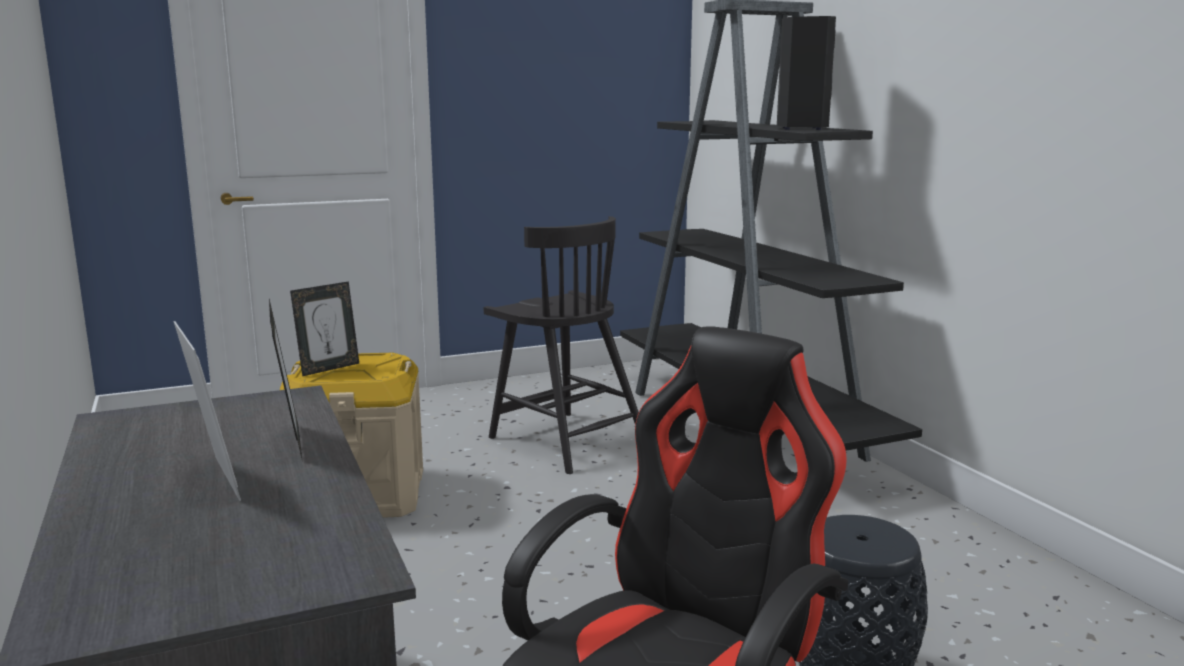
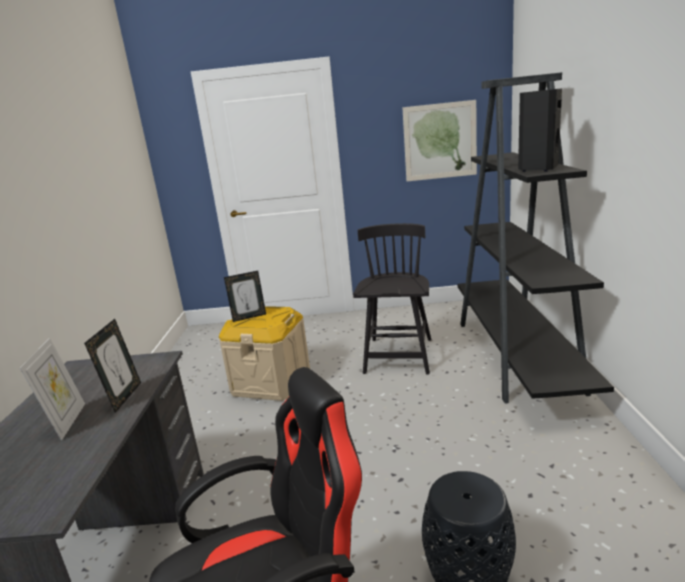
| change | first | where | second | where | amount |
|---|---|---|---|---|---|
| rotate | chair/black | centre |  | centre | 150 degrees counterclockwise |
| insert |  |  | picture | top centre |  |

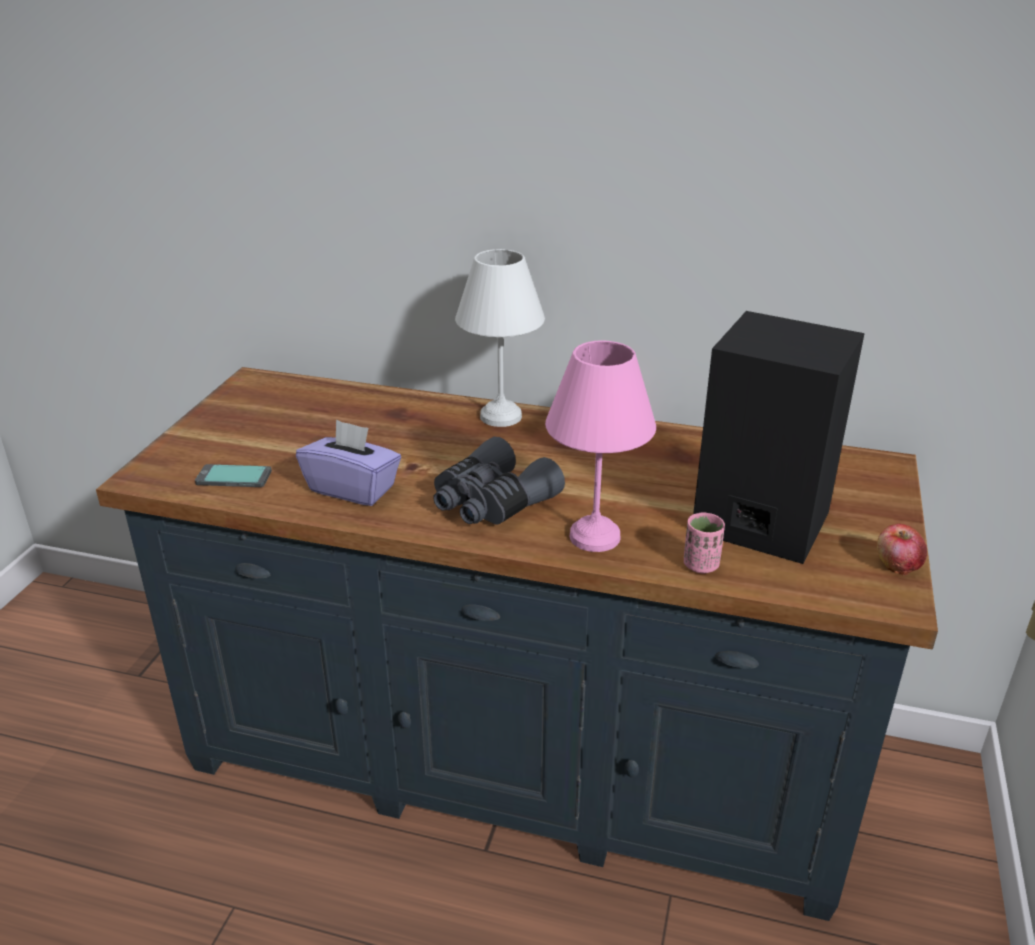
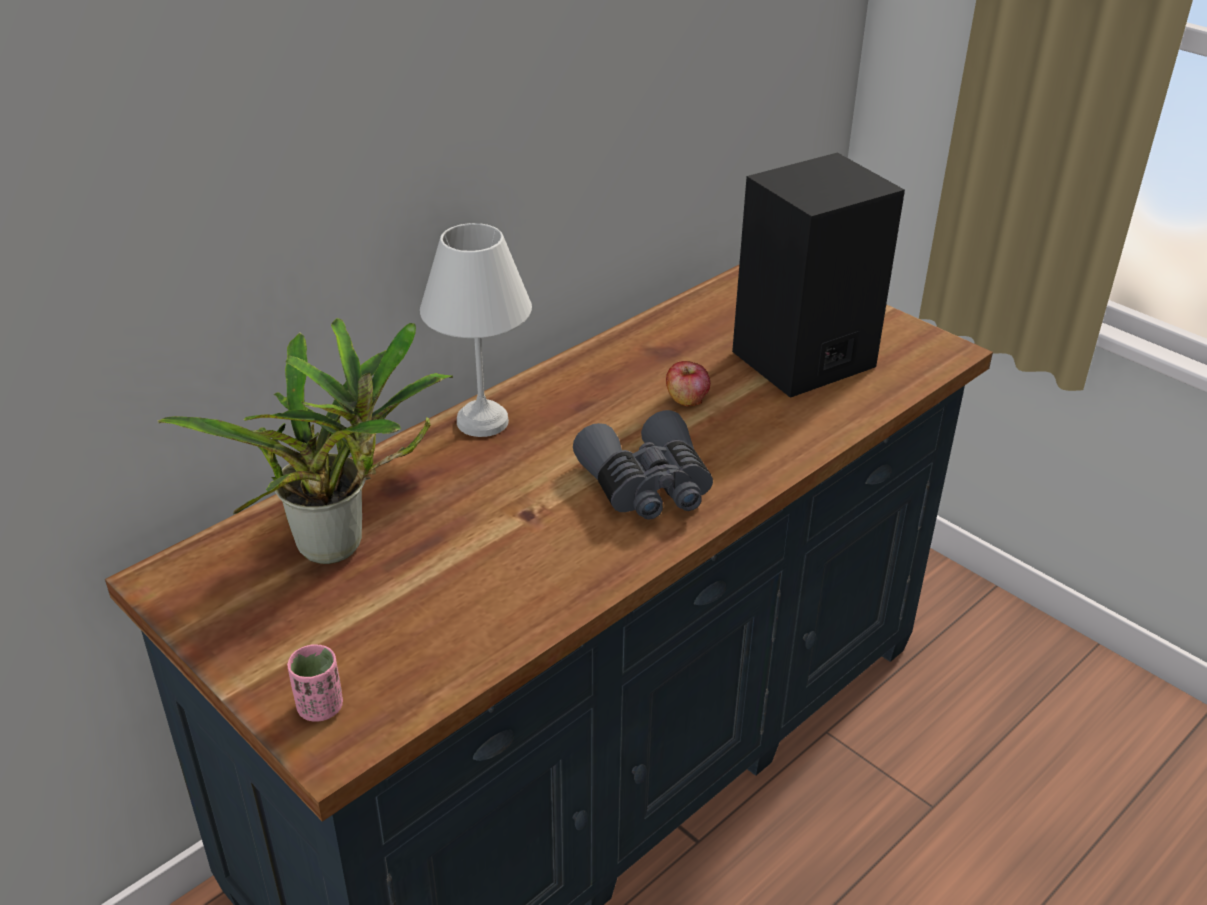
| change | first | where | second | where | amount |
|---|---|---|---|---|---|
| delete | table lamp/pink | centre |  |  |  |
| delete | tissue box/purple | centre |  |  |  |
| delete | phone | middle left |  |  |  |
| move | cup/pink | middle right |  | bottom left |  |
| move | apple | middle right |  | centre |  |
| insert |  |  | potted plant | middle left |  |

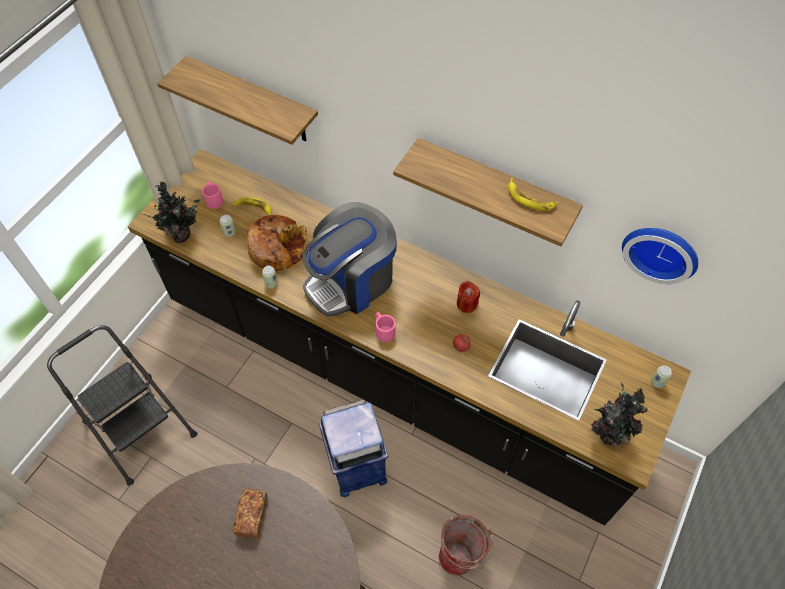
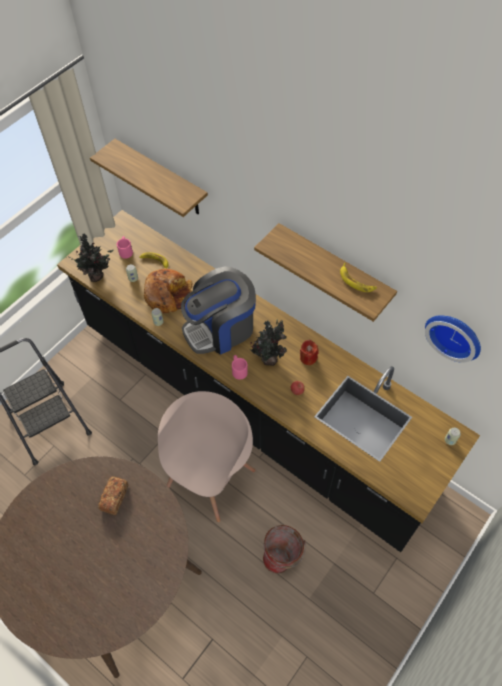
| change | first | where | second | where | amount |
|---|---|---|---|---|---|
| move | potted plant (2nd from left) | bottom right |  | centre |  |
| replace | trash can/blue | bottom centre | chair/beige | centre |  |

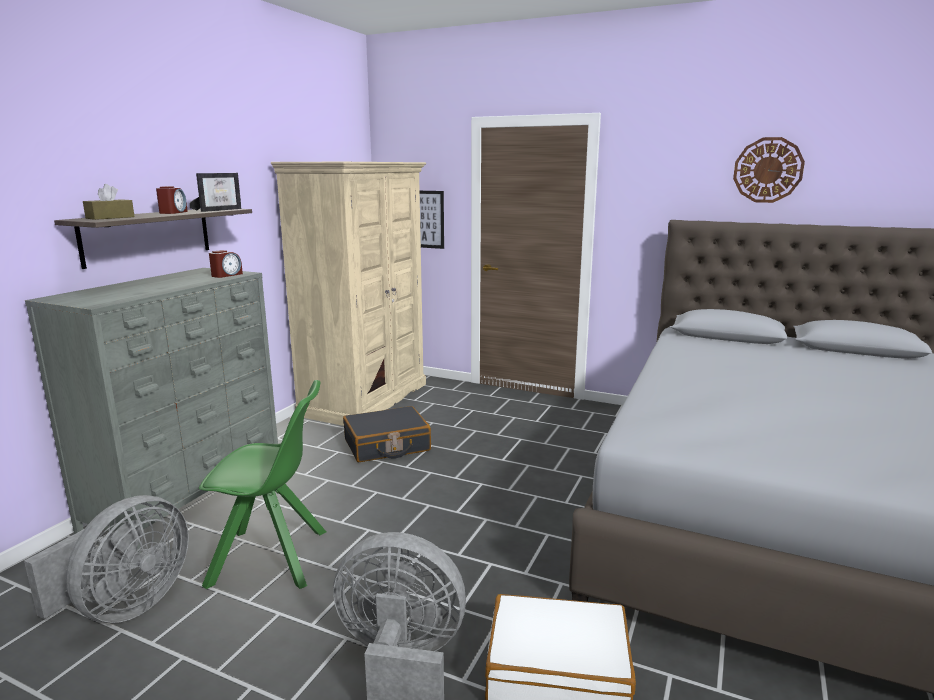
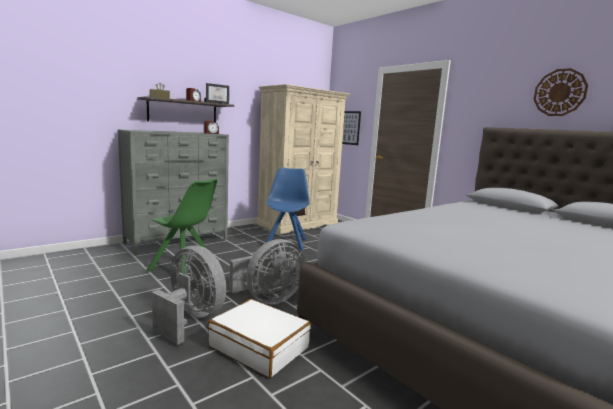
| change | first | where | second | where | amount |
|---|---|---|---|---|---|
| replace | suitcase/black | centre | chair/blue | centre |  |
| move | fan/grey (1st from left in the first image) | bottom left | fan/grey (2nd from left) | centre |  |

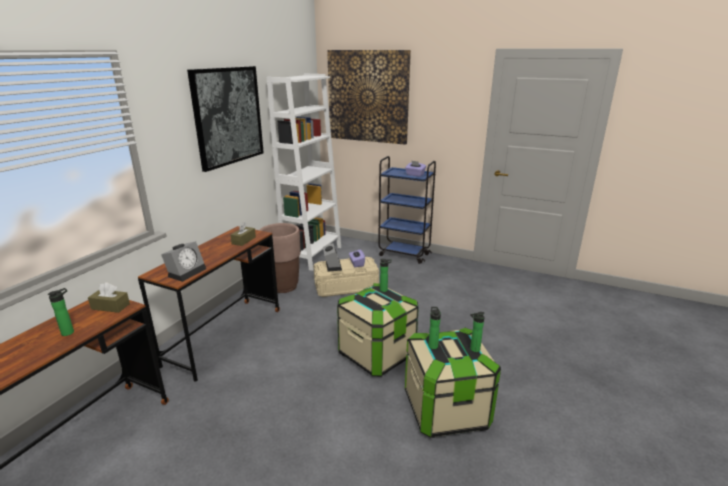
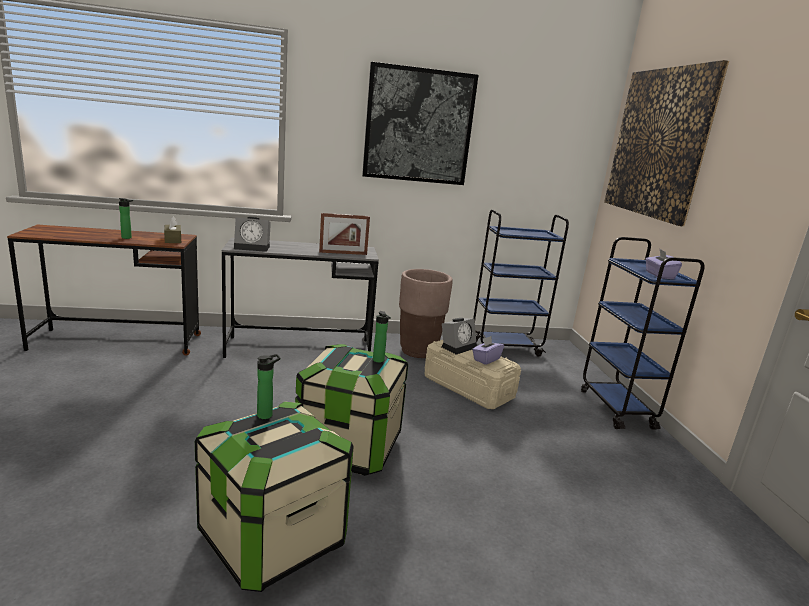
| change | first | where | second | where | amount |
|---|---|---|---|---|---|
| replace | bookcase/white | centre | cart/blue (1st from left) | centre |  |
| replace | tissue box/brown (2nd from left) | centre | picture frame | centre |  |
| recolor | desk/brown (2nd from left) | middle left | desk/grey | centre |  |
| delete | bottle (4th from left) | bottom centre |  |  |  |

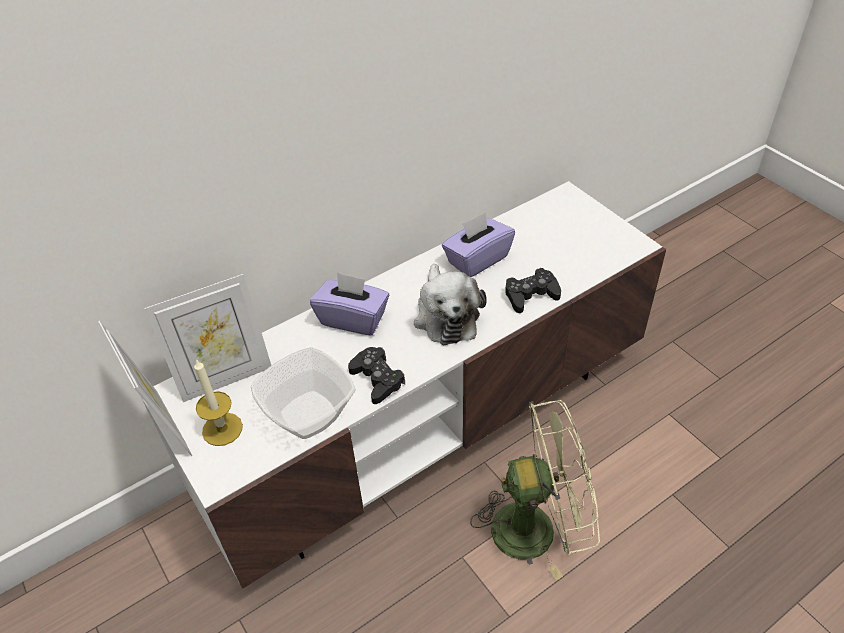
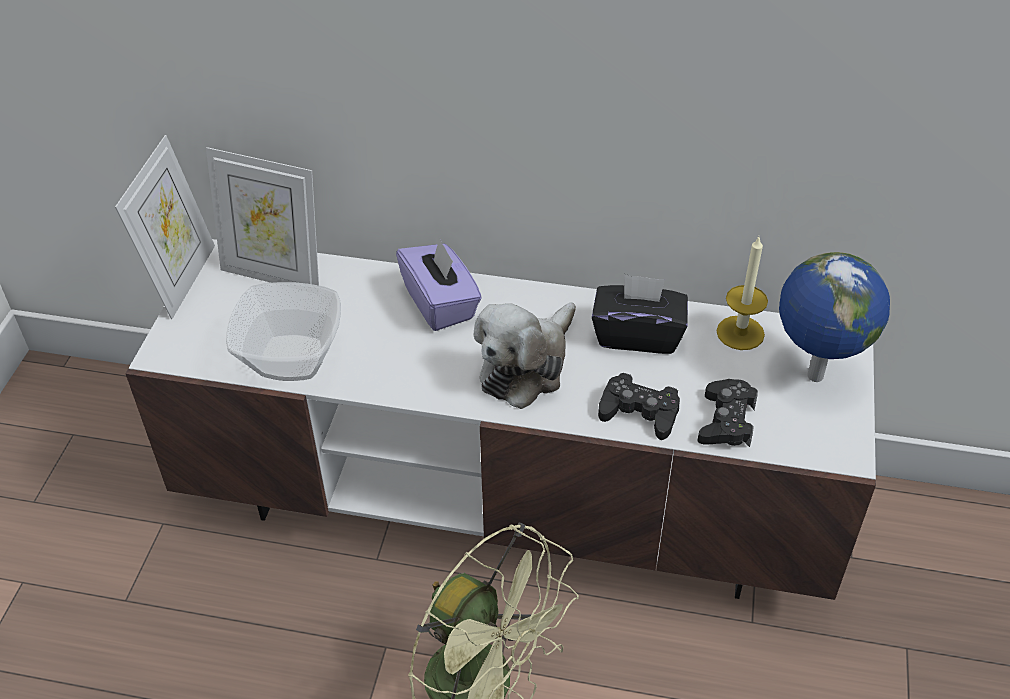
| change | first | where | second | where | amount |
|---|---|---|---|---|---|
| recolor | tissue box/purple (2nd from left) | centre | tissue box/black | centre |  |
| move | game controller/black (1st from left in the first image) | centre | game controller/black (2nd from left) | middle right |  |
| move | candle | middle left |  | middle right |  |
| insert |  |  | globe | middle right |  |

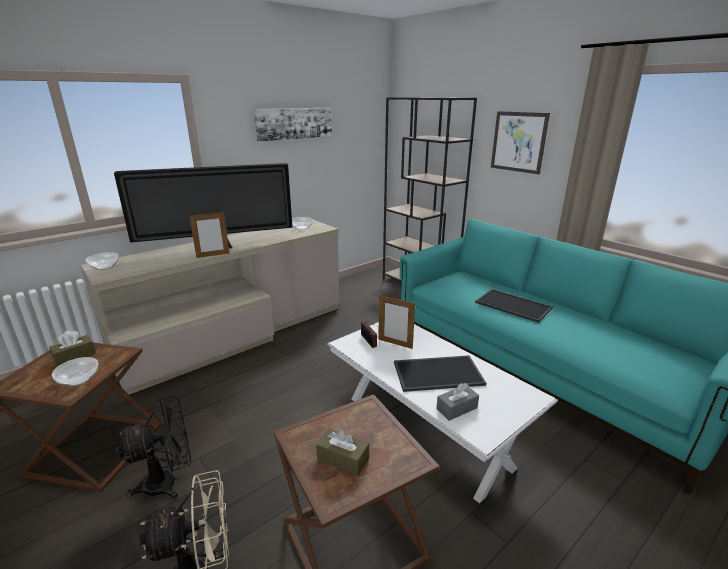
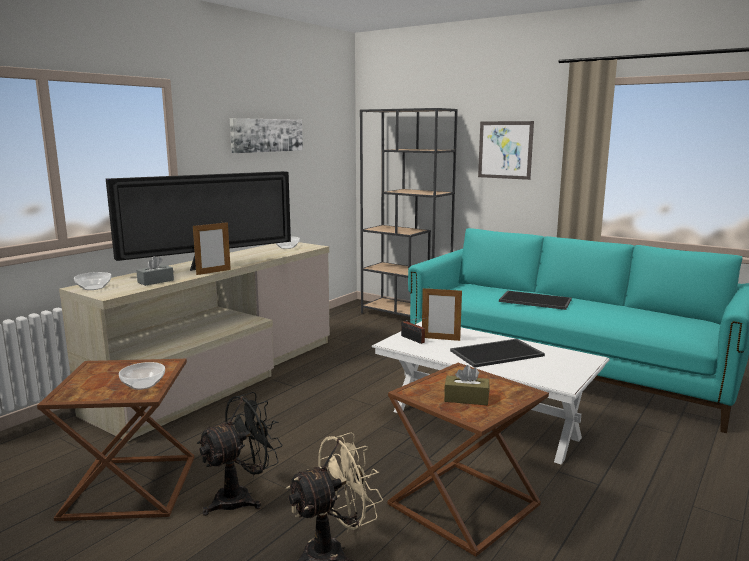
| change | first | where | second | where | amount |
|---|---|---|---|---|---|
| delete | tissue box/brown (1st from left) | middle left |  |  |  |
| move | tissue box/grey | bottom centre |  | middle left |  |

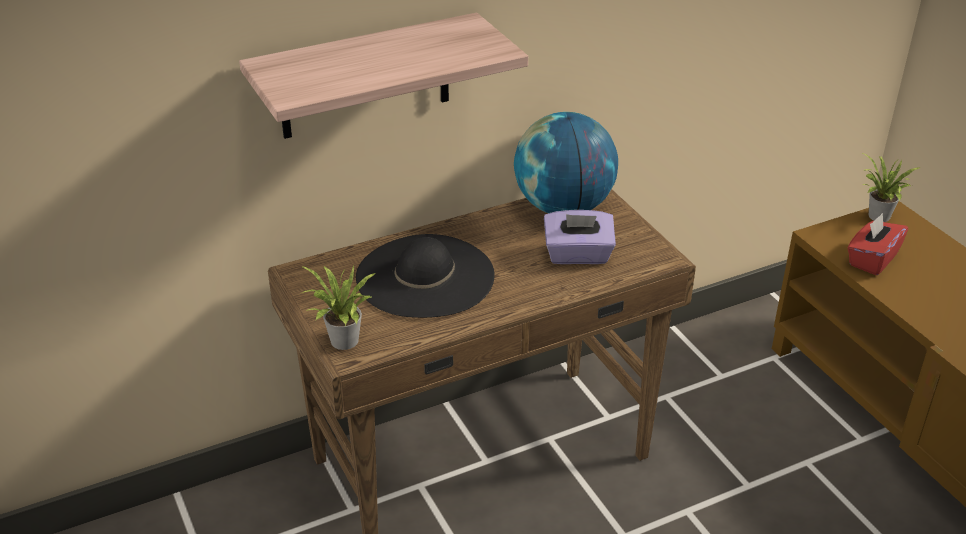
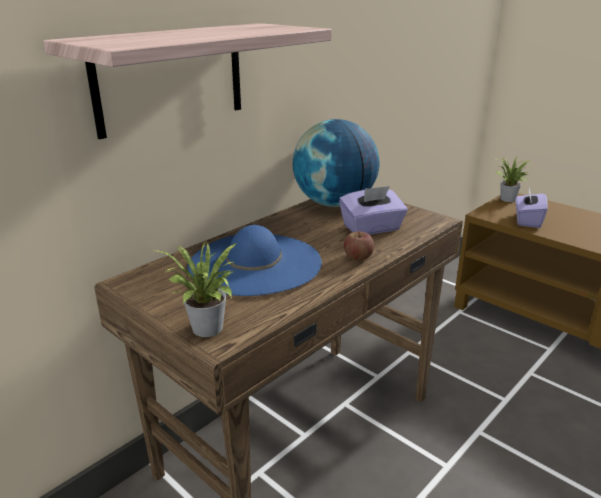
| change | first | where | second | where | amount |
|---|---|---|---|---|---|
| recolor | tissue box/red | middle right | tissue box/purple (2nd from left) | middle right |  |
| recolor | hat/black | centre | hat/blue | centre |  |
| insert |  |  | apple | centre |  |

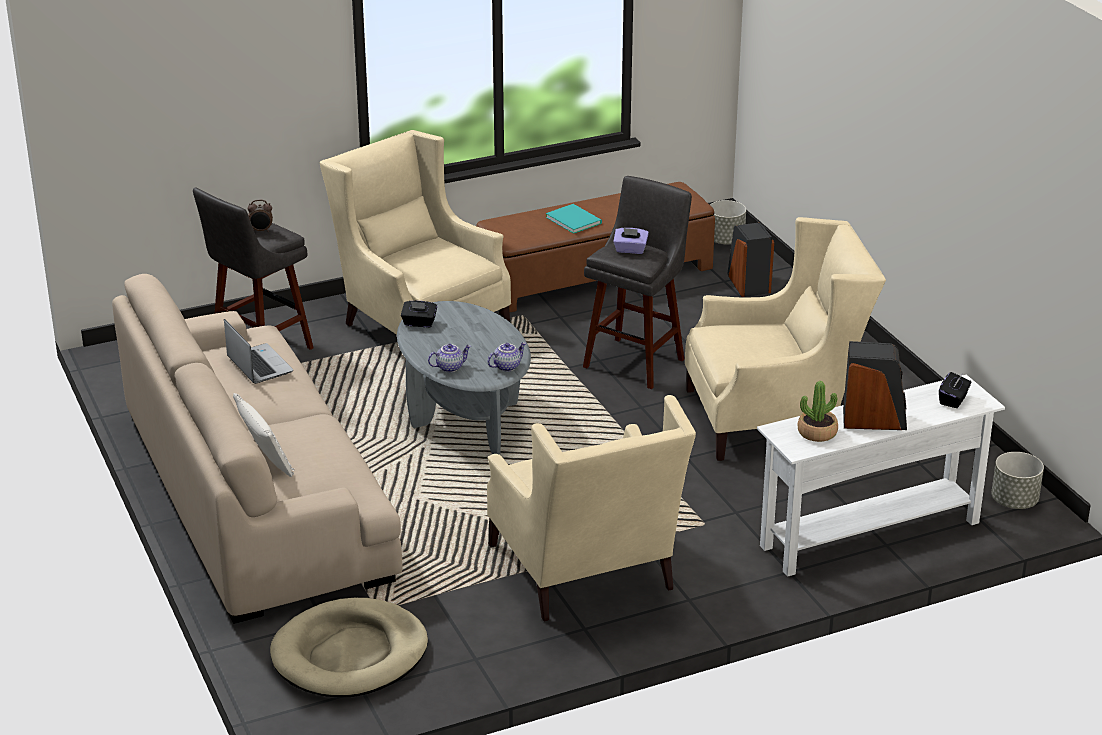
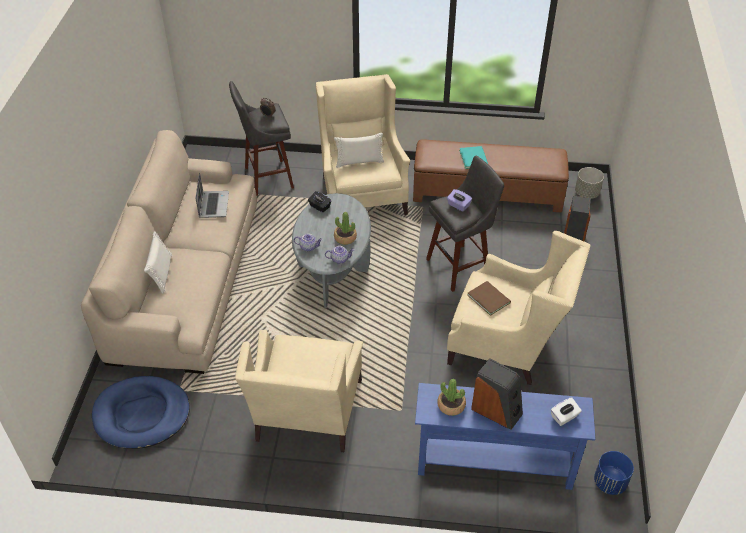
| change | first | where | second | where | amount |
|---|---|---|---|---|---|
| recolor | tissue box/black (2nd from left) | middle right | tissue box/white | bottom right |  |
| recolor | console table/white | middle right | console table/blue | bottom right |  |
| recolor | planter/grey (2nd from left) | middle right | planter/blue | bottom right |  |
| recolor | dog bed/beige | bottom left | dog bed/blue | bottom left |  |
| insert |  |  | pillow/white (2nd from left) | top centre |  |
| insert |  |  | potted plant (1st from left) | centre |  |
| insert |  |  | book/brown | centre |  |

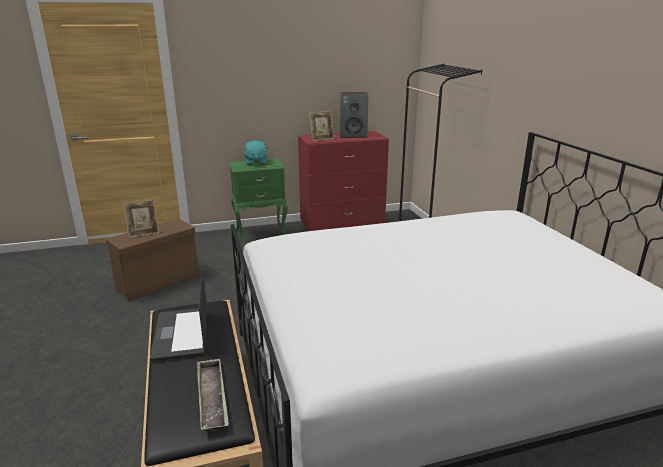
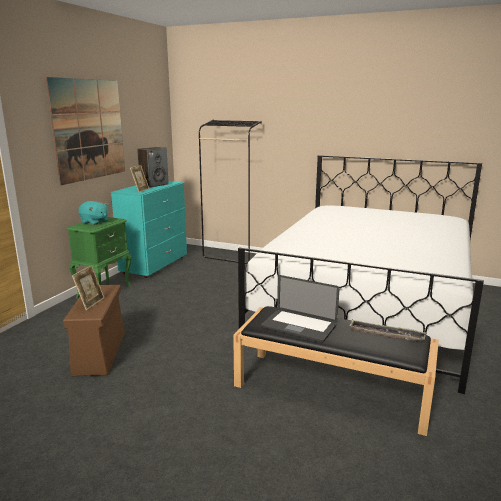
| change | first | where | second | where | amount |
|---|---|---|---|---|---|
| recolor | dresser/red | centre | dresser/turquoise | middle left |  |
| insert |  |  | picture | top left |  |

